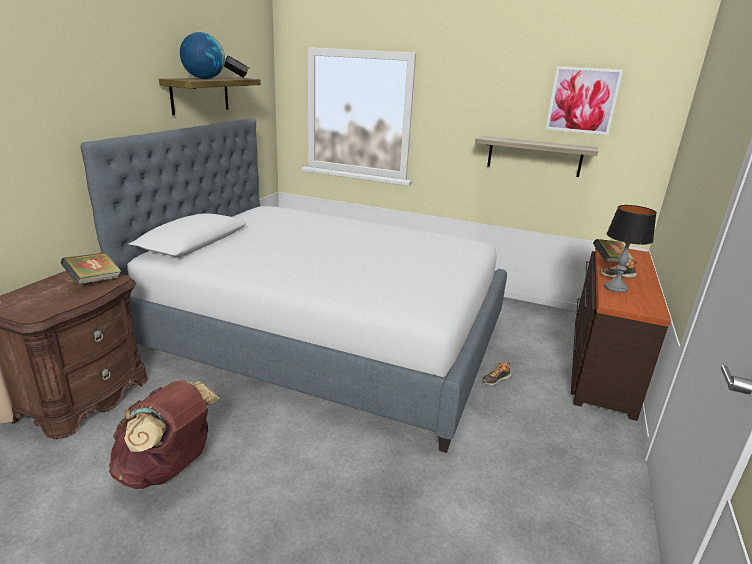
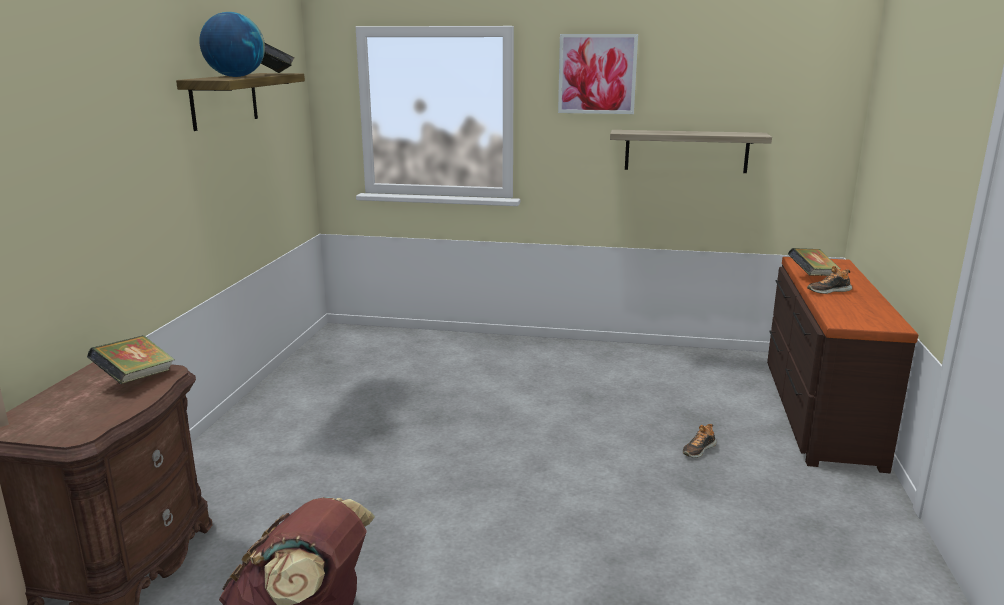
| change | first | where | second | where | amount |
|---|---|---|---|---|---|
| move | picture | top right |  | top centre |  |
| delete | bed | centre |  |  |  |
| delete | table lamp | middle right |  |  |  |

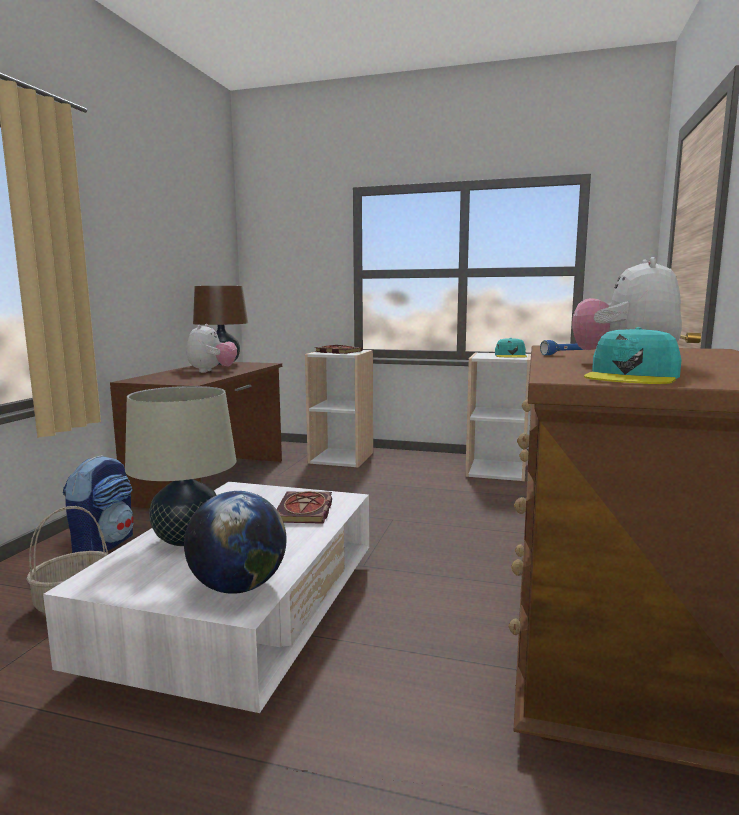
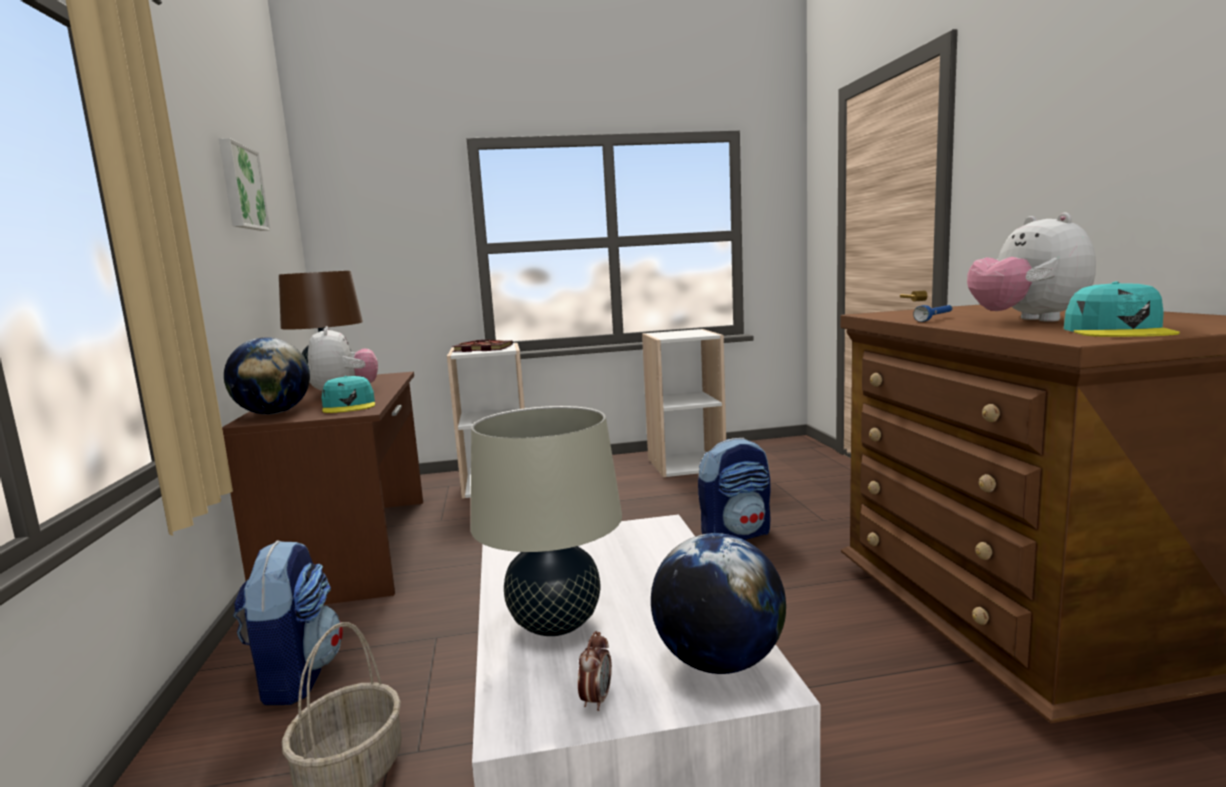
| change | first | where | second | where | amount |
|---|---|---|---|---|---|
| move | cap/turquoise (1st from left) | middle right |  | middle left |  |
| delete | book (1st from left) | centre |  |  |  |
| insert |  |  | picture | top left |  |
| insert |  |  | globe (1st from left) | middle left |  |
| insert |  |  | backpack (2nd from left) | centre |  |
| insert |  |  | alarm clock | bottom centre |  |

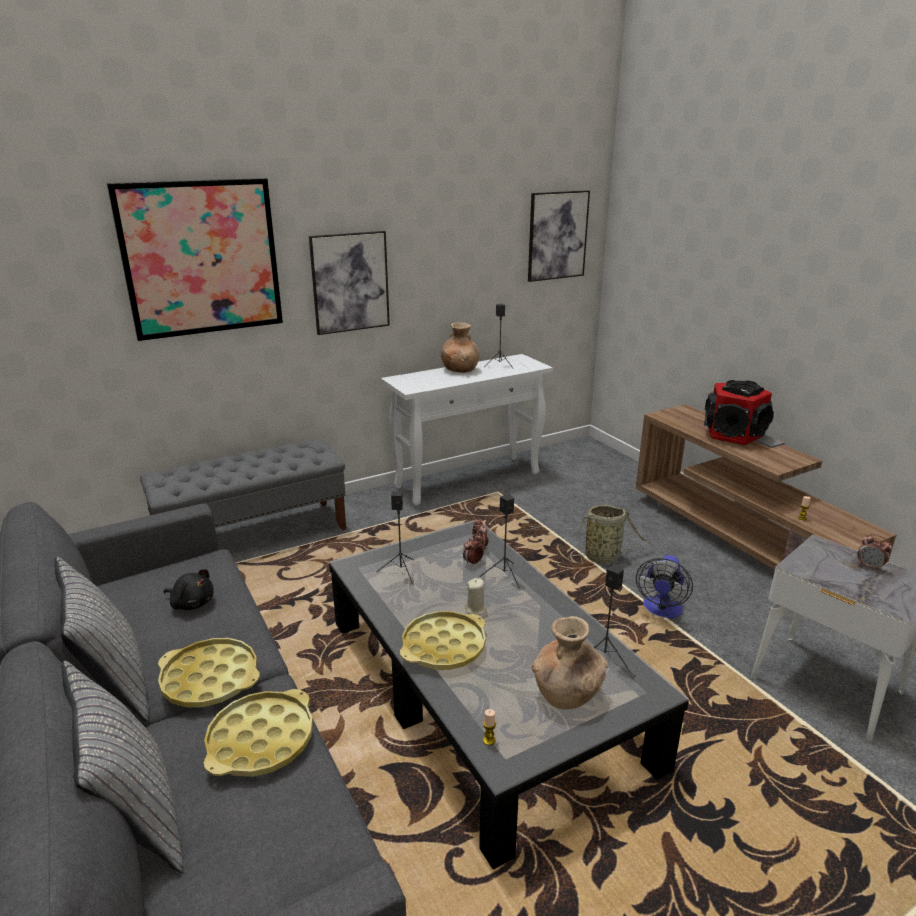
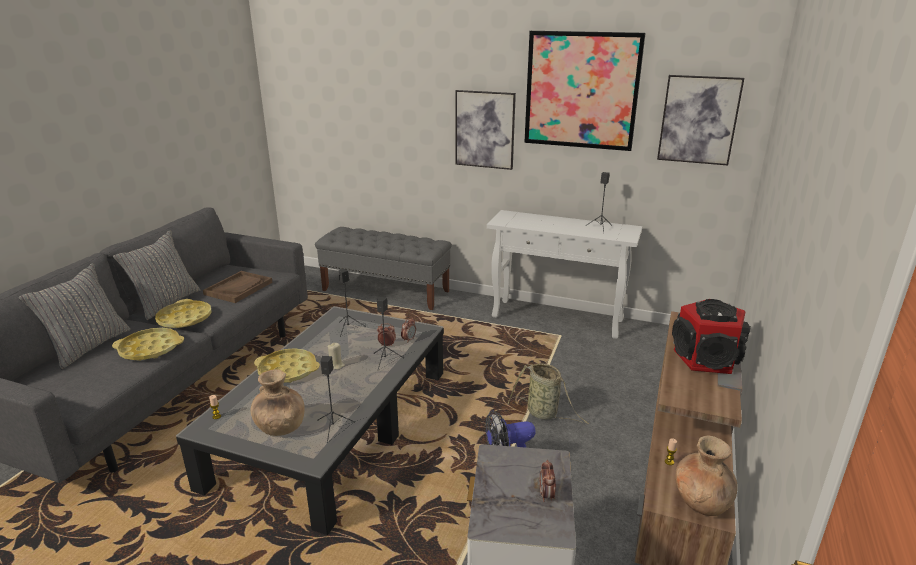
| change | first | where | second | where | amount |
|---|---|---|---|---|---|
| move | picture (1st from left in the first image) | top left | picture (2nd from left) | top centre |  |
| move | vase/brown (1st from left in the first image) | centre | vase/brown (2nd from left) | bottom right |  |
| replace | plush toy/black | middle left | tray/brown | middle left |  |

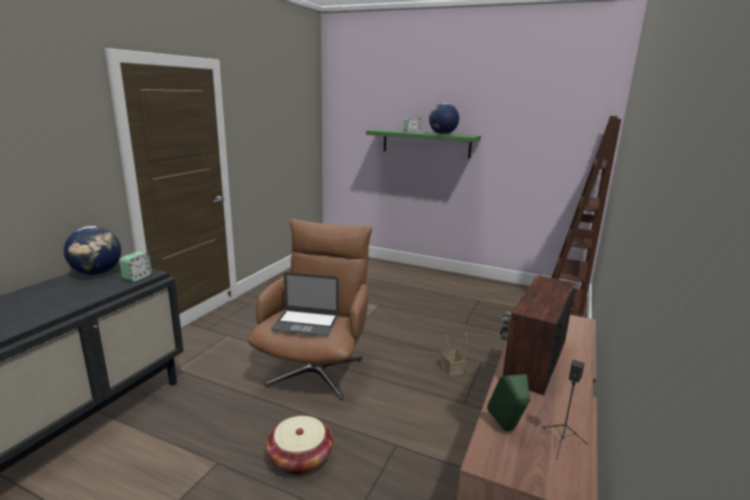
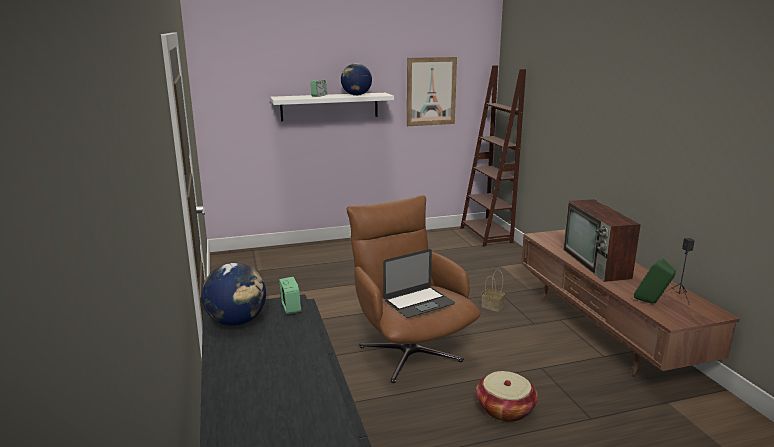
| change | first | where | second | where | amount |
|---|---|---|---|---|---|
| recolor | shelf/green | top centre | shelf/white | top centre |  |
| insert |  |  | picture | top centre |  |

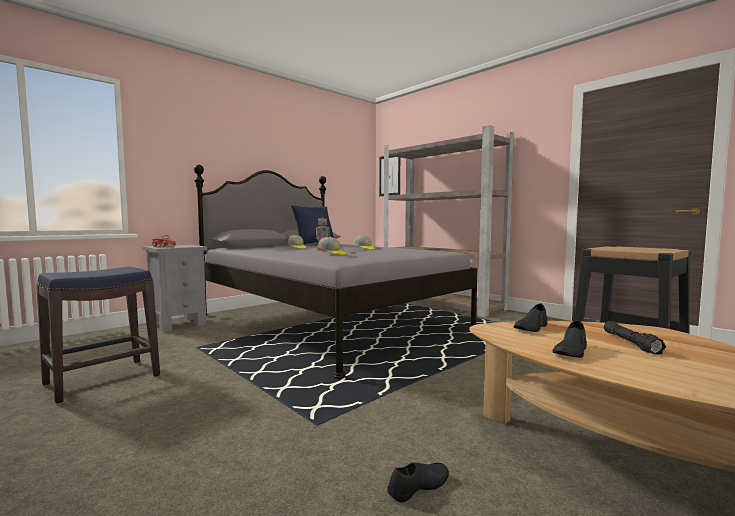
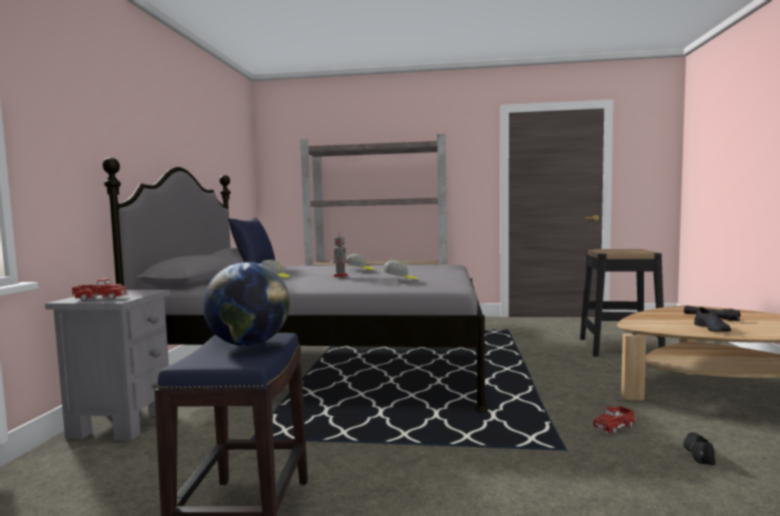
| change | first | where | second | where | amount |
|---|---|---|---|---|---|
| delete | picture | centre |  |  |  |
| delete | shoe/black (2nd from left) | middle right |  |  |  |
| insert |  |  | globe | middle left |  |
| insert |  |  | toy truck (2nd from left) | bottom right |  |

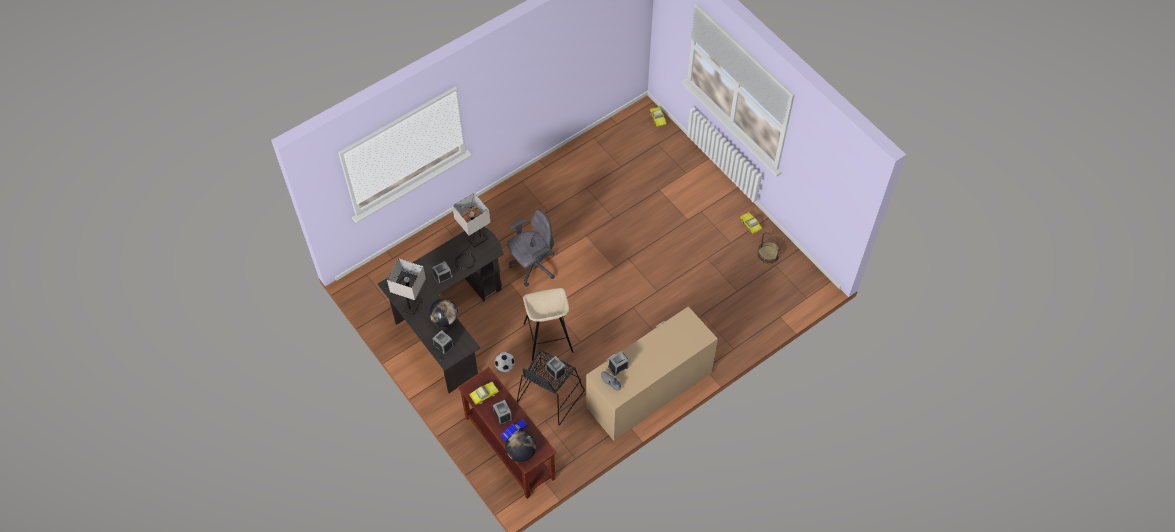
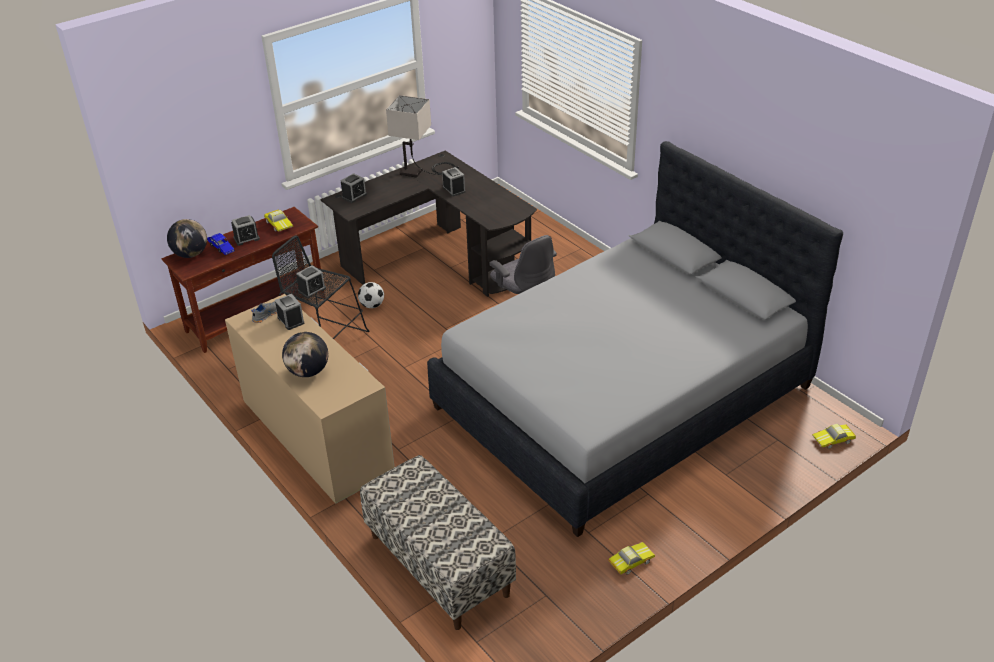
| change | first | where | second | where | amount |
|---|---|---|---|---|---|
| delete | table lamp (2nd from left) | centre |  |  |  |
| delete | basket | centre |  |  |  |
| delete | stool/beige | centre |  |  |  |
| move | globe (1st from left in the first image) | centre | globe (2nd from left) | middle left |  |
| insert |  |  | bed/grey | centre |  |
| insert |  |  | bench | bottom centre |  |

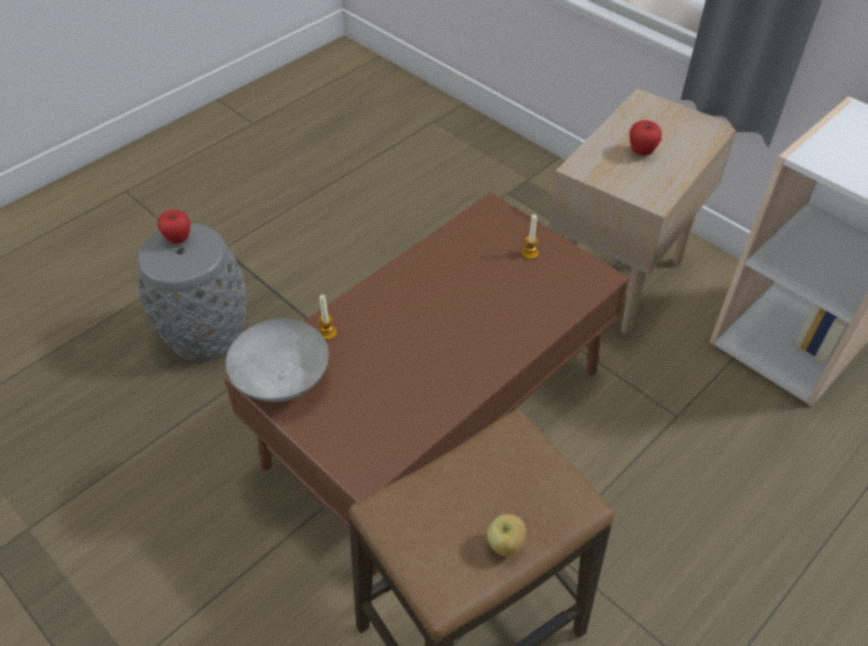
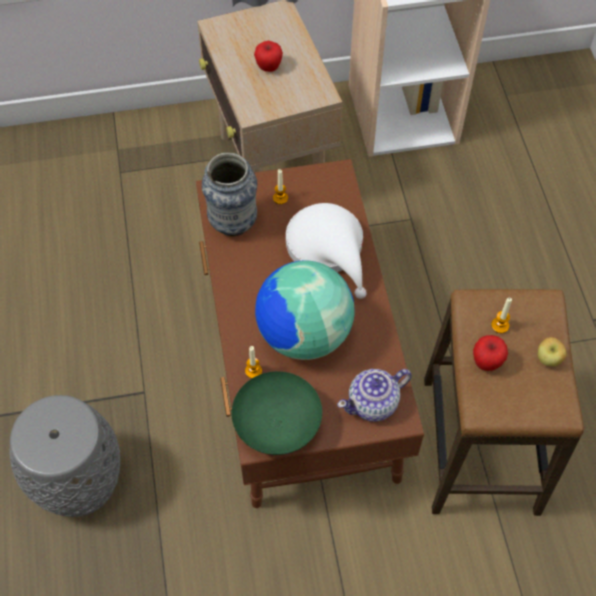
| change | first | where | second | where | amount |
|---|---|---|---|---|---|
| move | apple (1st from left in the first image) | middle left | apple (2nd from left) | middle right |  |
| recolor | bowl/grey | middle left | bowl/green | bottom centre |  |
| insert |  |  | vase | top centre |  |
| insert |  |  | hat/white | centre |  |
| insert |  |  | globe | centre |  |
| insert |  |  | candle (3rd from left) | middle right |  |
| insert |  |  | teapot | centre |  |

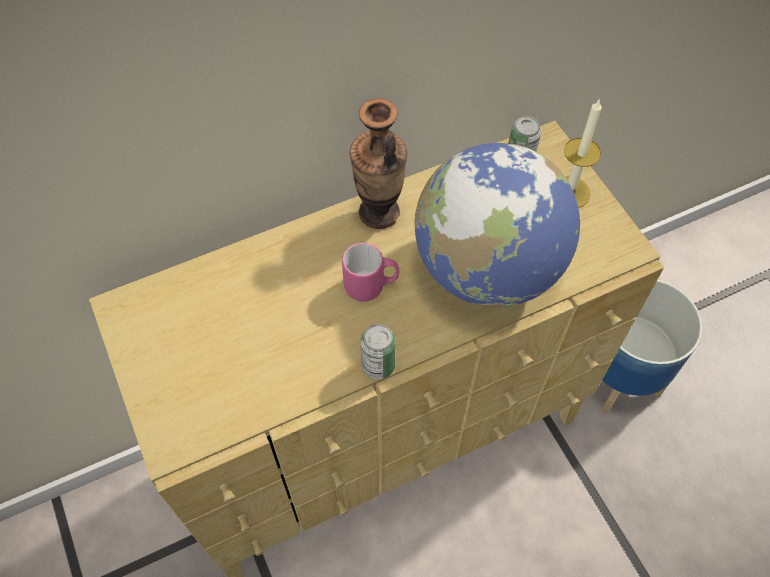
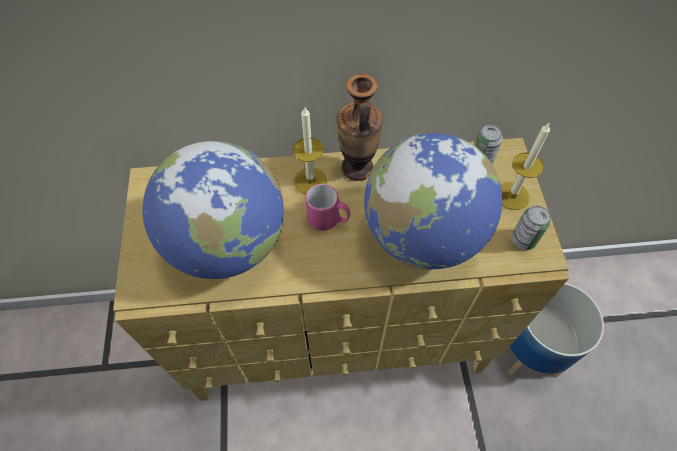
| change | first | where | second | where | amount |
|---|---|---|---|---|---|
| move | can (1st from left in the first image) | centre | can (2nd from left) | middle right |  |
| insert |  |  | candle (1st from left) | top centre |  |
| insert |  |  | globe (1st from left) | middle left |  |

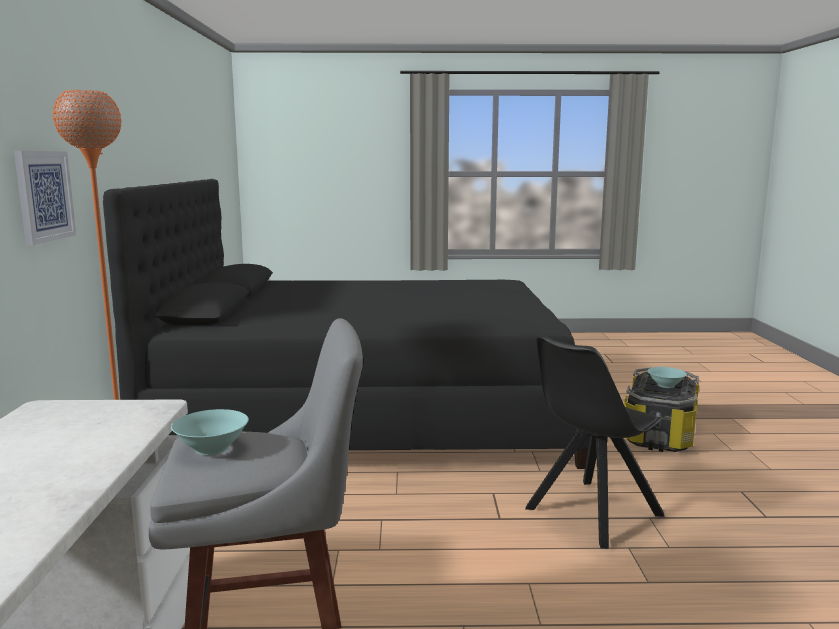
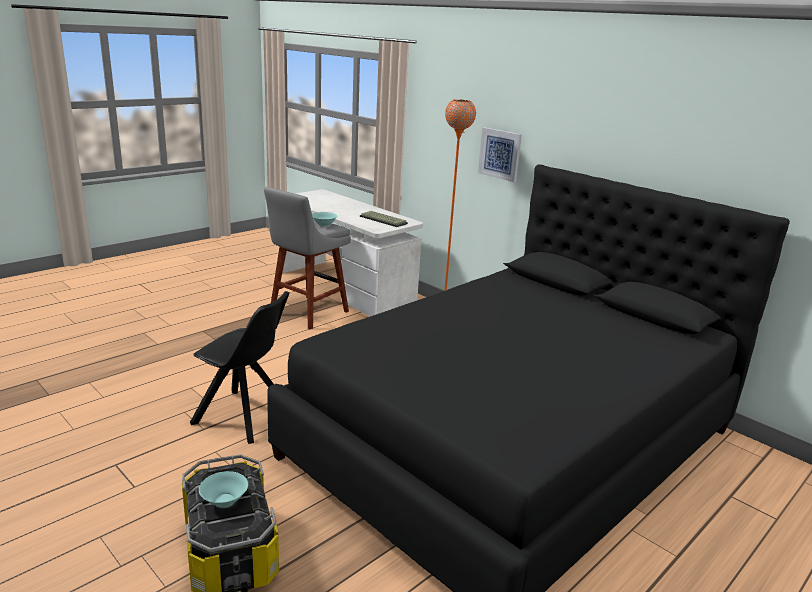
| change | first | where | second | where | amount |
|---|---|---|---|---|---|
| rotate | chair/black | bottom right |  | middle left | 105 degrees clockwise |
| insert |  |  | keyboard | centre |  |

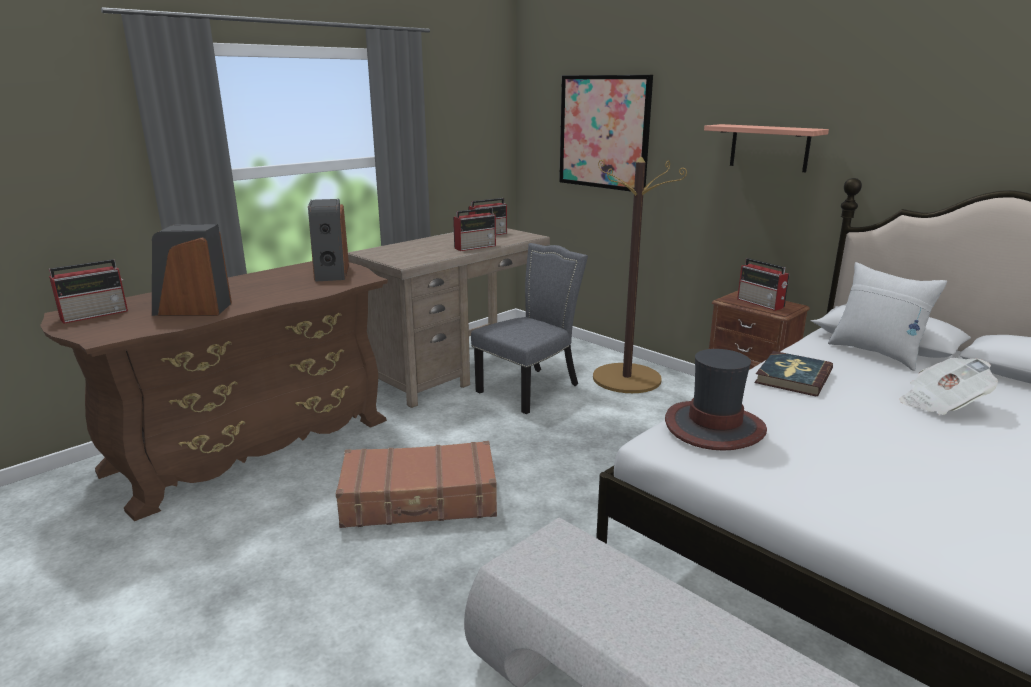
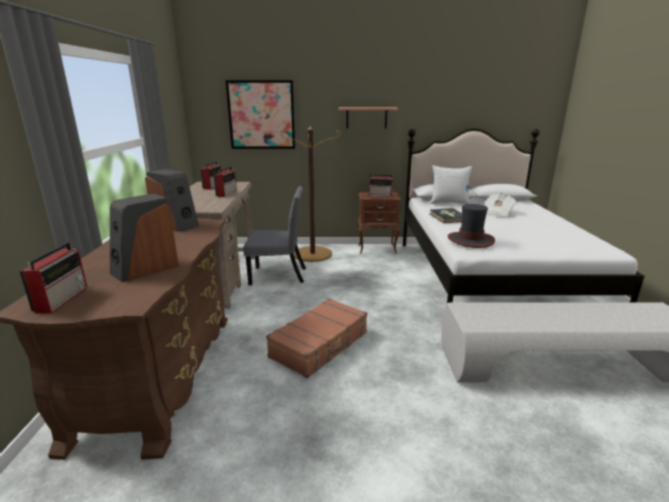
| change | first | where | second | where | amount |
|---|---|---|---|---|---|
| rotate | chair/grey | centre |  | centre | 90 degrees clockwise |

